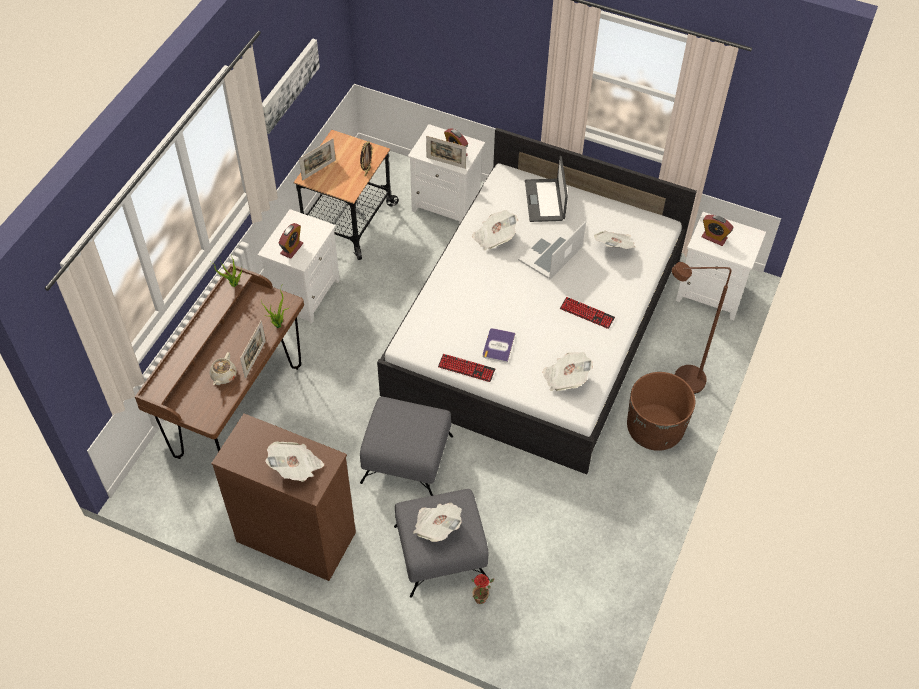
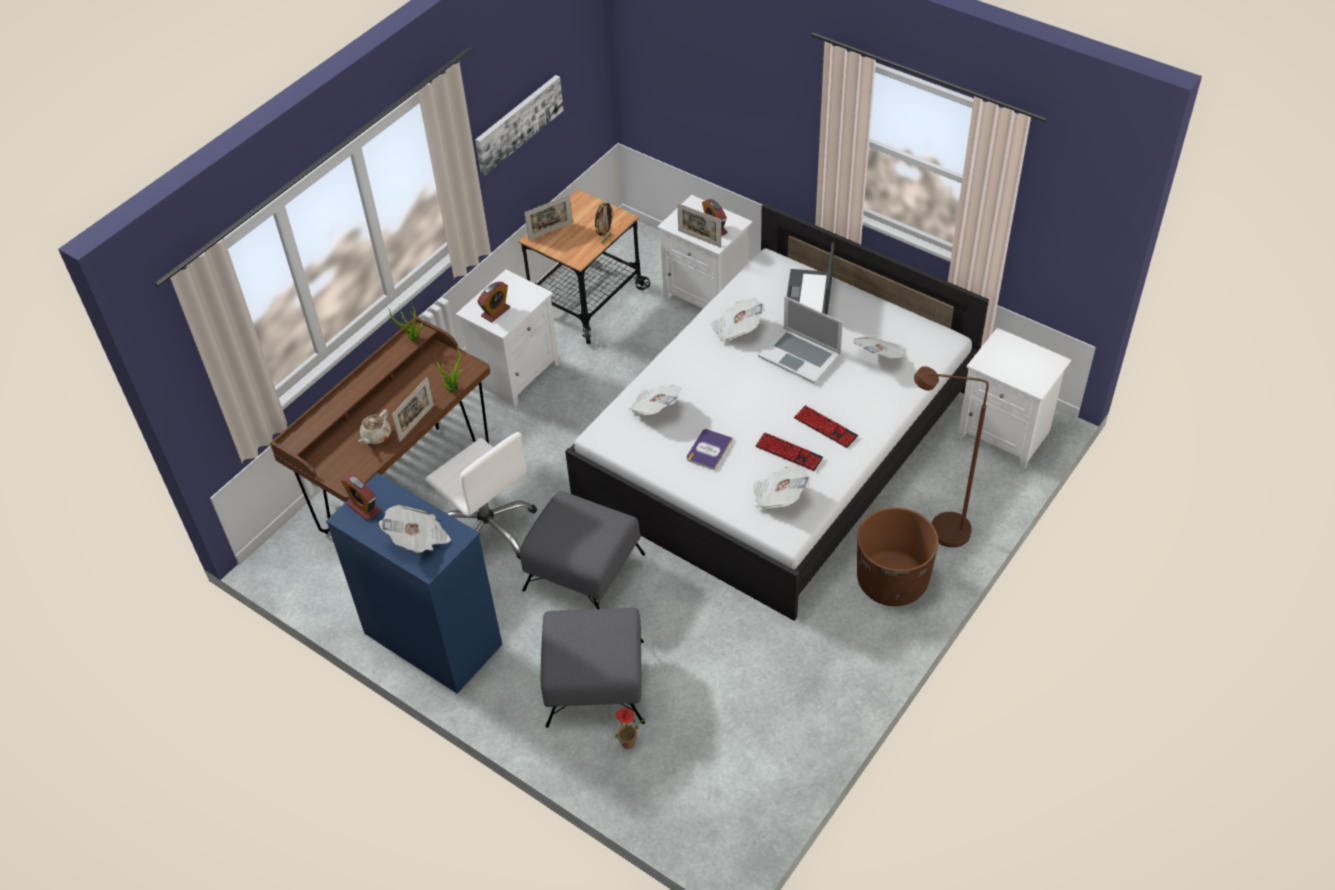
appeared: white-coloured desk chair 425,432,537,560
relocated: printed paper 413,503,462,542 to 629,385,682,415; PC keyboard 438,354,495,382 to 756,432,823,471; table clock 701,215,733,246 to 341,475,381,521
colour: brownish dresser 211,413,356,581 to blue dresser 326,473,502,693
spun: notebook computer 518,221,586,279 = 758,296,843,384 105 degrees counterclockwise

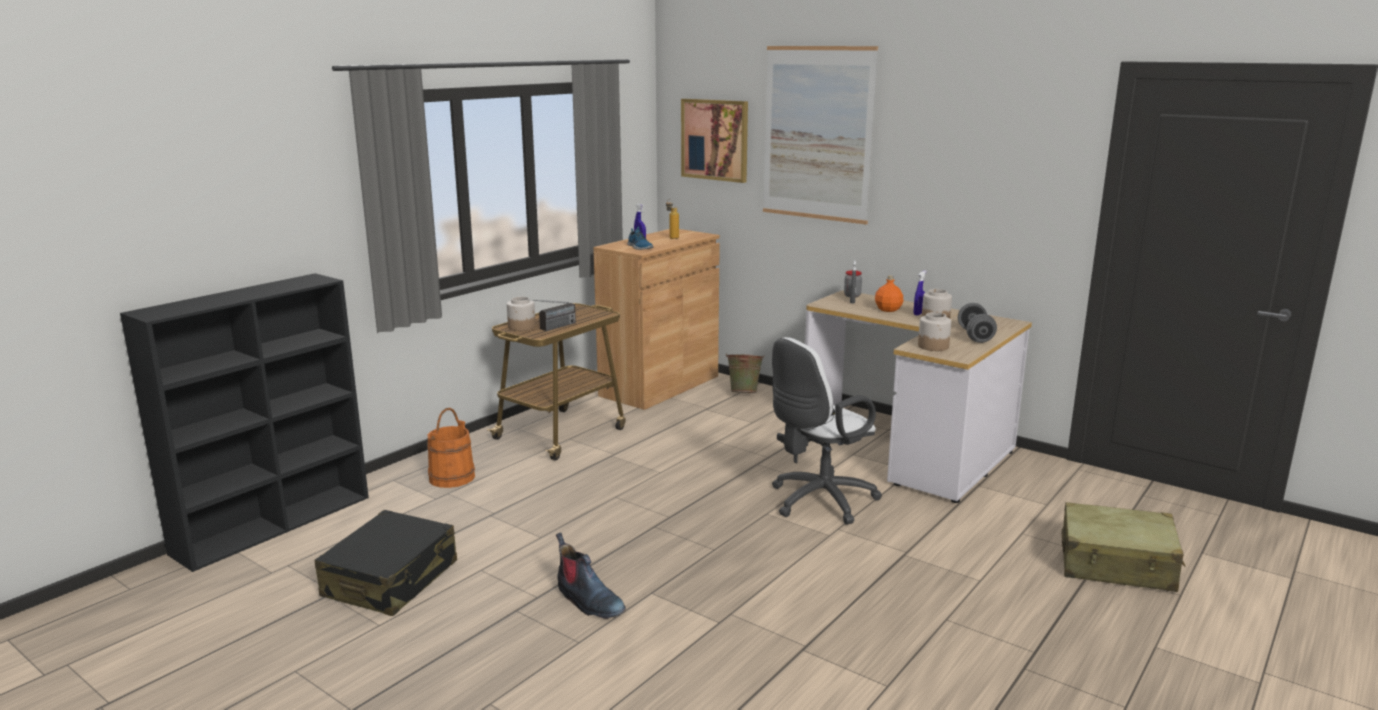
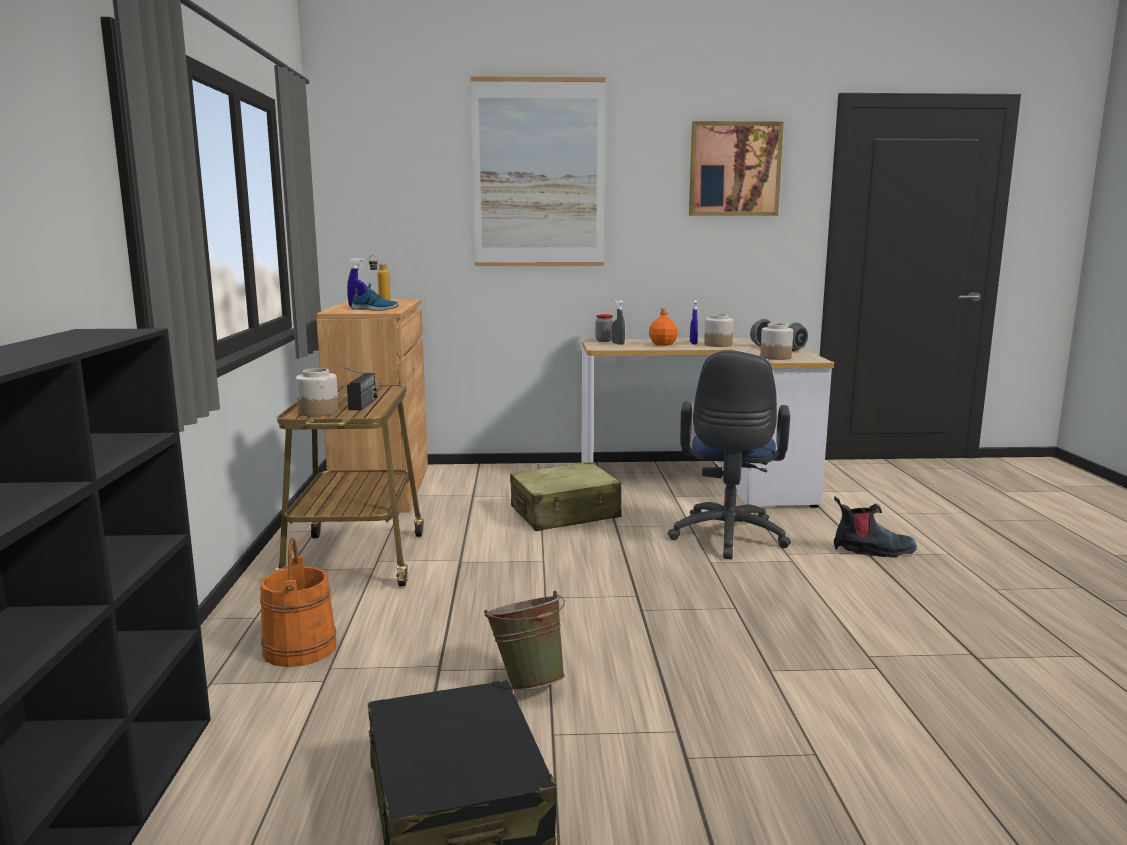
relocated: boot 556,533,626,619 to 834,496,917,557; wall art 681,99,748,183 to 689,121,784,216; green water bucket 726,353,765,393 to 484,591,565,691; beige-coloured piece of luggage 1062,502,1186,592 to 510,462,622,531
colour: white-coloured desk chair 772,337,882,525 to blue desk chair 668,350,791,559

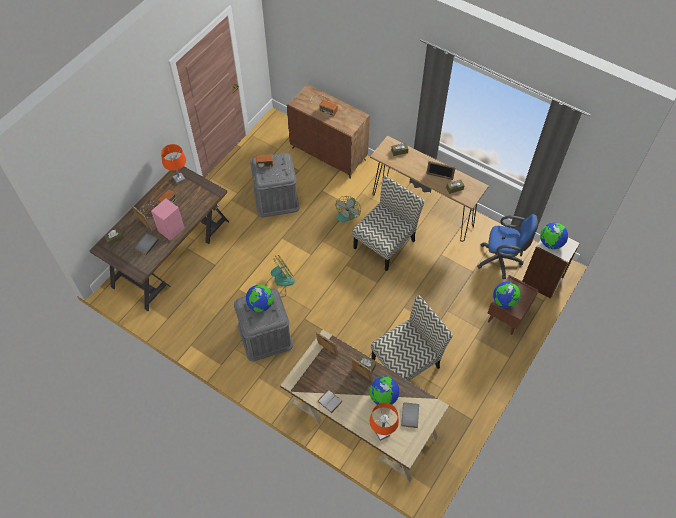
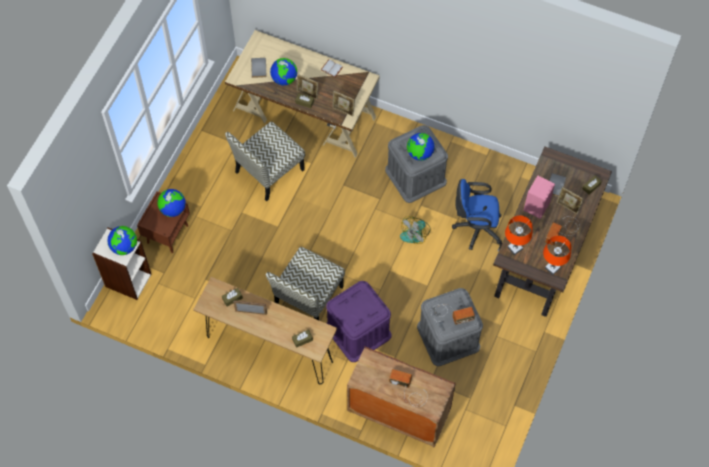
relocated: orangey tabletop lamp 370,403,399,441 to 505,215,532,255; blue desk chair 477,214,538,279 to 452,179,502,250
exchanged: fan 335,196,361,222 to purplish storage container 326,281,391,362

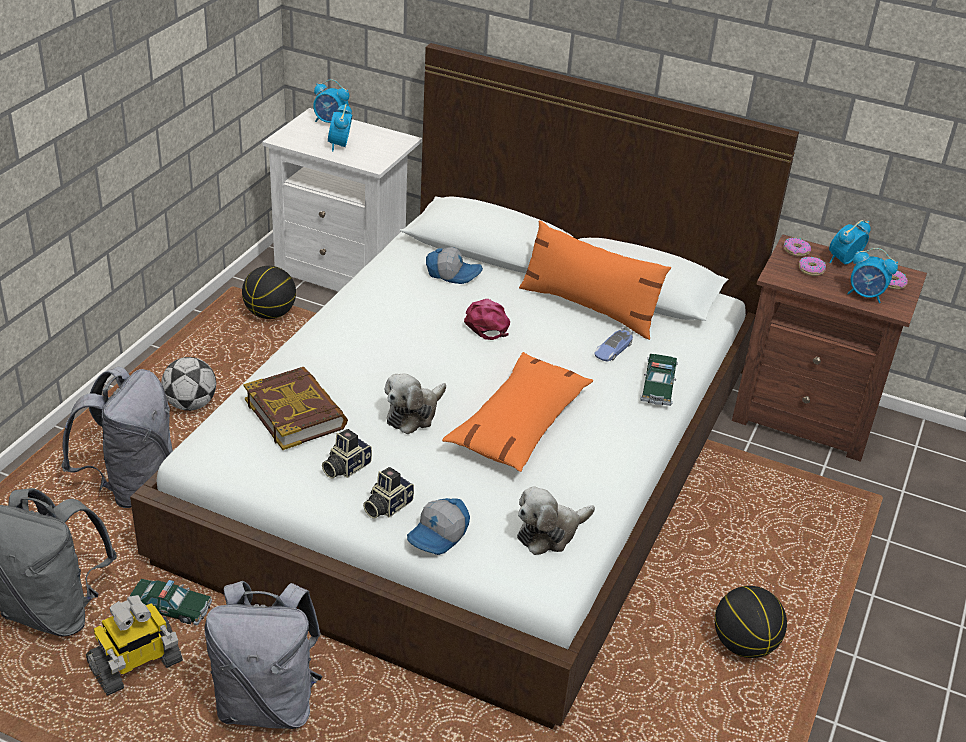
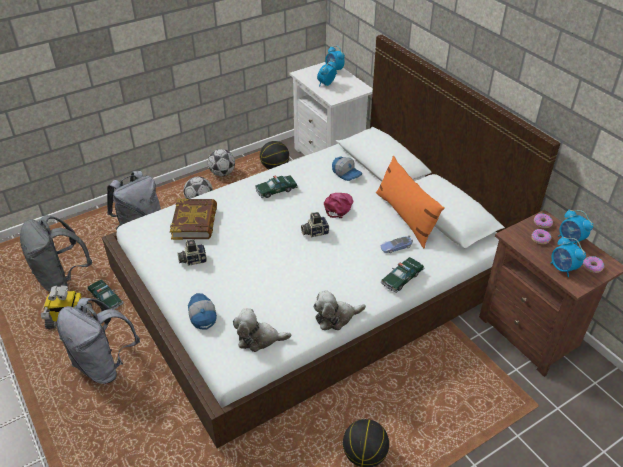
missing: orangey cushion 442,352,593,472
appeared: football ball 208,149,235,176; miniature car 255,175,298,198
relocated: photo camera 363,467,414,519 to 301,212,329,237; cuddly toy 385,373,446,434 to 313,290,366,330
spun: peaked cap 407,498,470,555 = 188,293,217,330 90 degrees clockwise; table clock 829,220,871,265 = 558,210,593,245 120 degrees counterclockwise

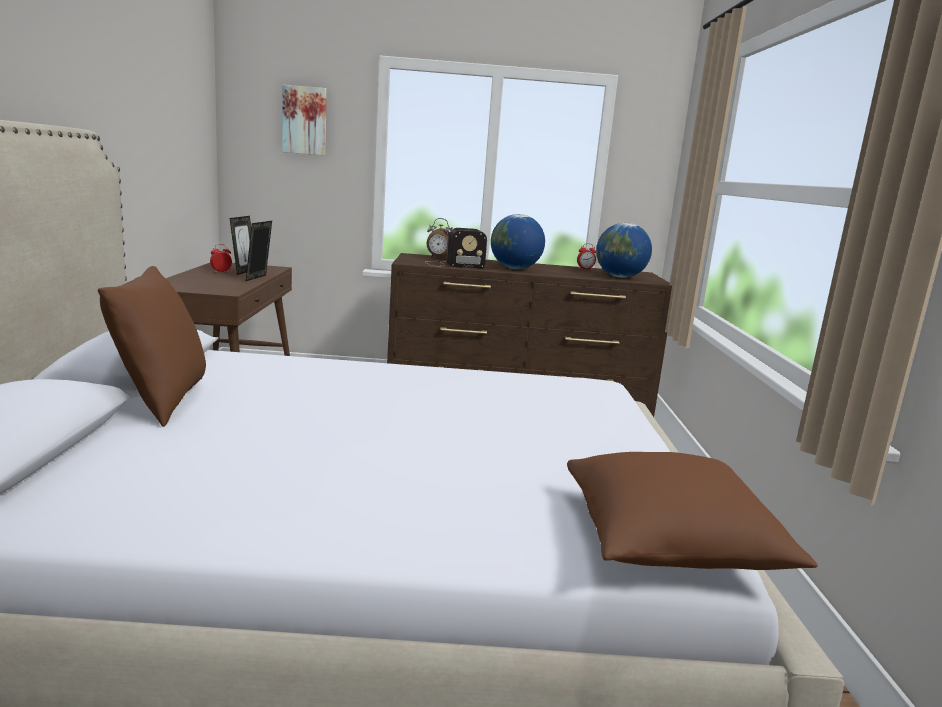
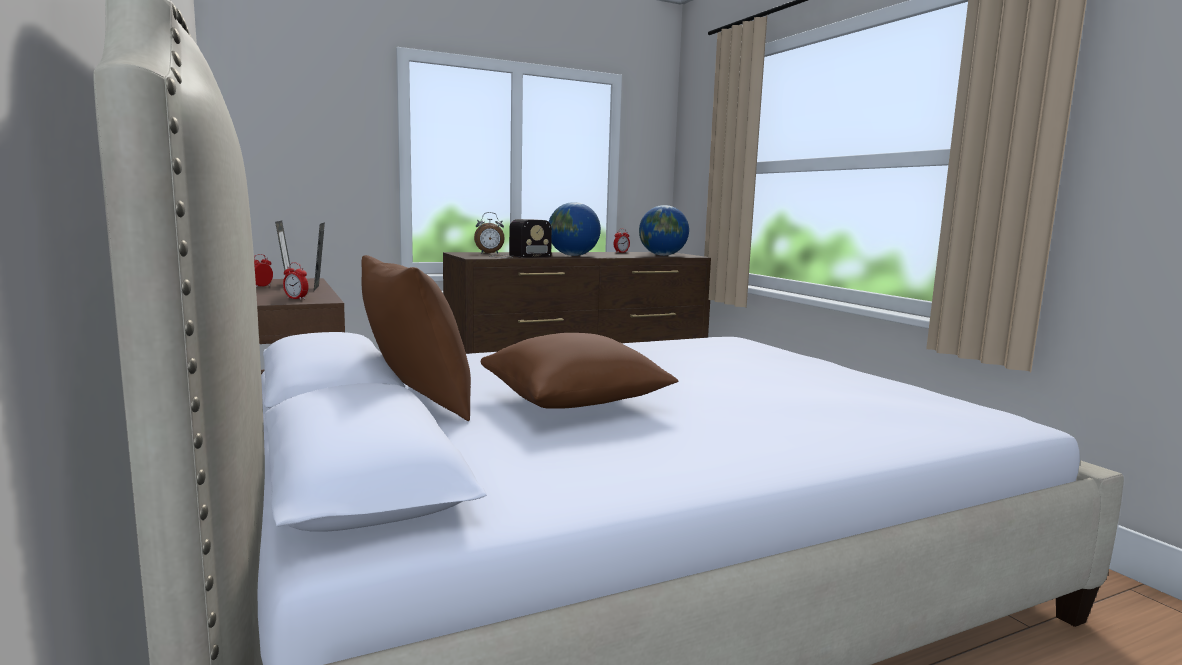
missing: wall art 282,85,327,155
appeared: table clock 283,263,308,300
relocated: brownish cushion 567,452,818,570 to 480,333,678,409

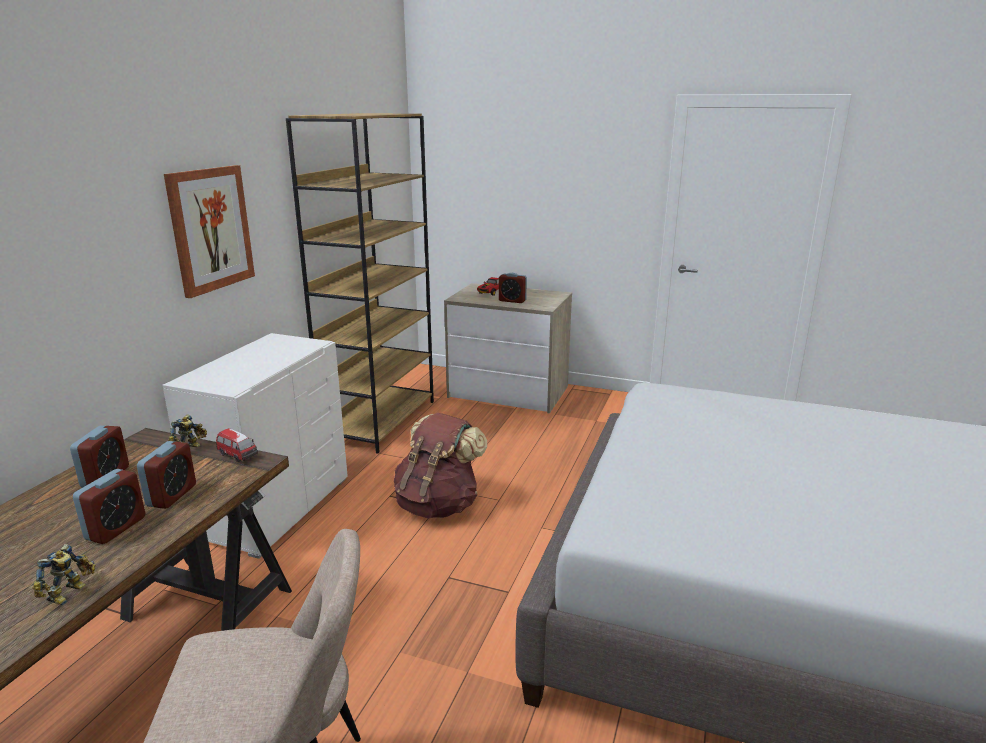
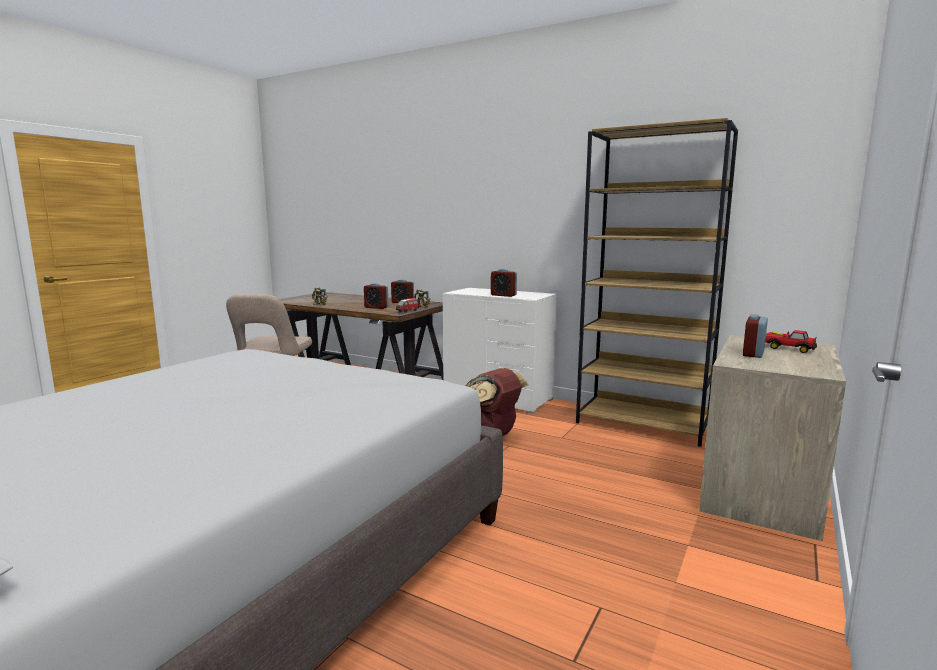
missing: wall art 164,165,255,298
relocated: table clock 73,469,145,544 to 491,269,517,297

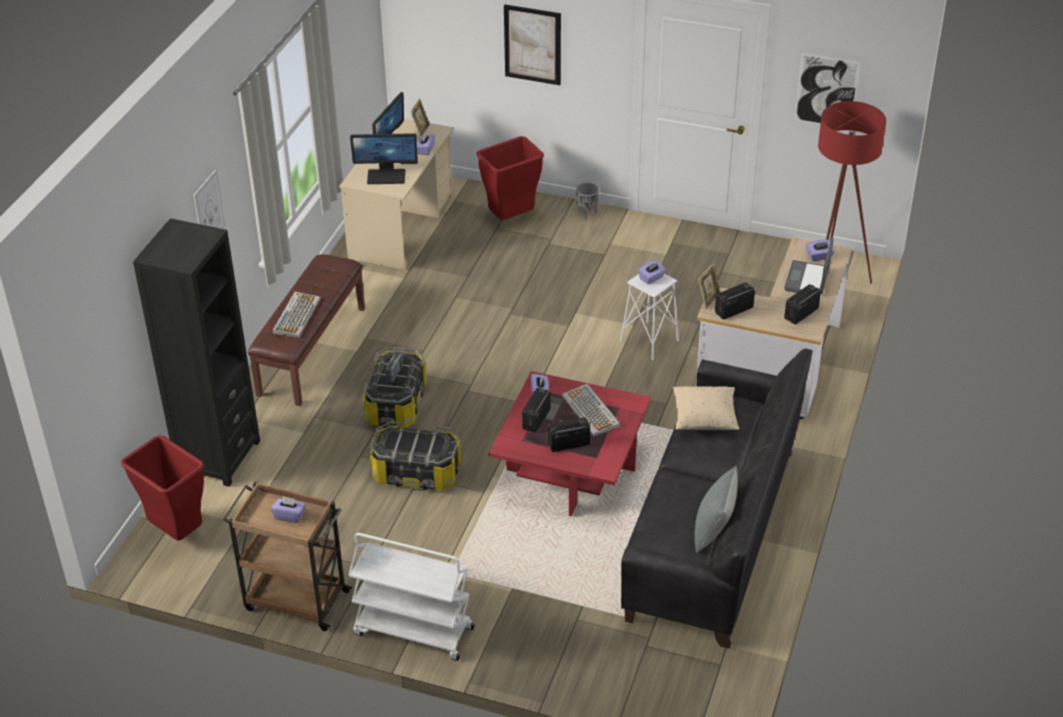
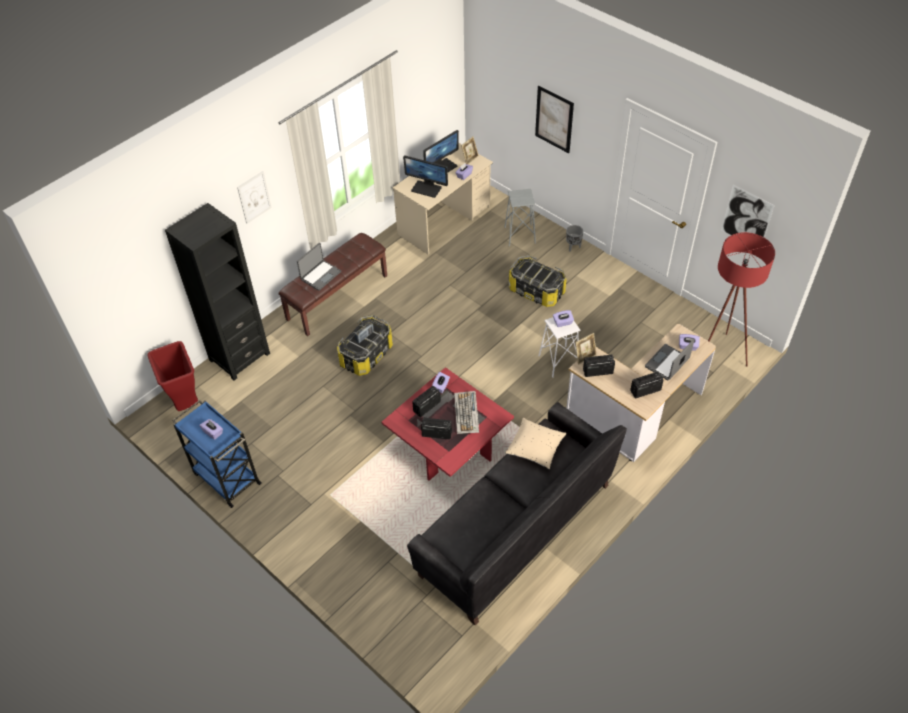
missing: white-coloured cart 349,533,475,661; gray cushion 694,466,738,553
relocated: storage container 370,421,461,490 to 509,255,567,307
exchanged: PC keyboard 272,292,321,338 to notebook computer 297,243,341,291; reddish trash can 477,136,544,220 to gray sitting stool 504,189,536,246
colour: brownish cart 223,482,352,631 to blue cart 172,400,262,508

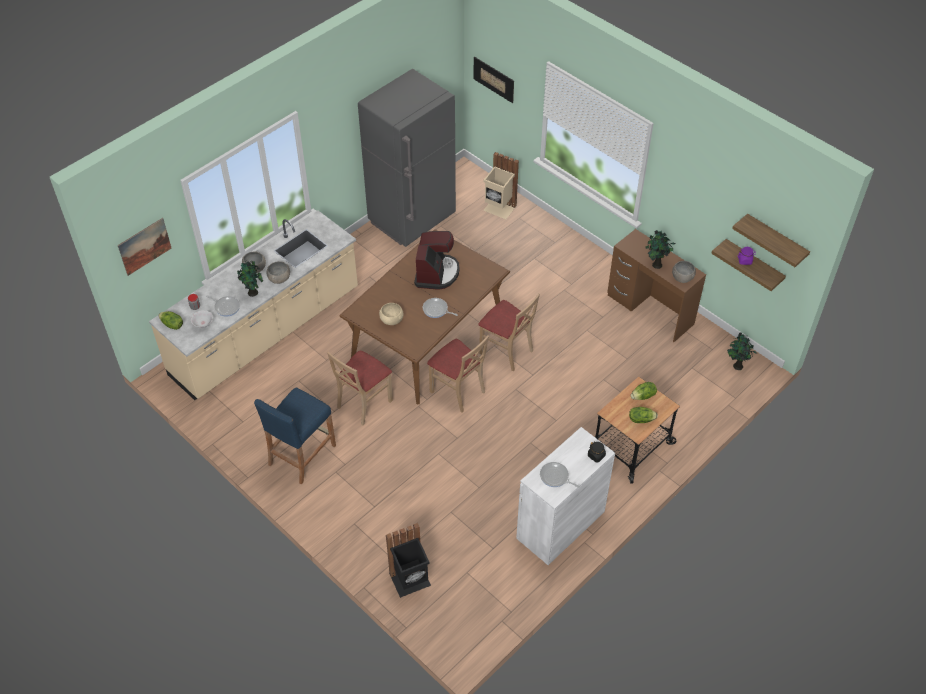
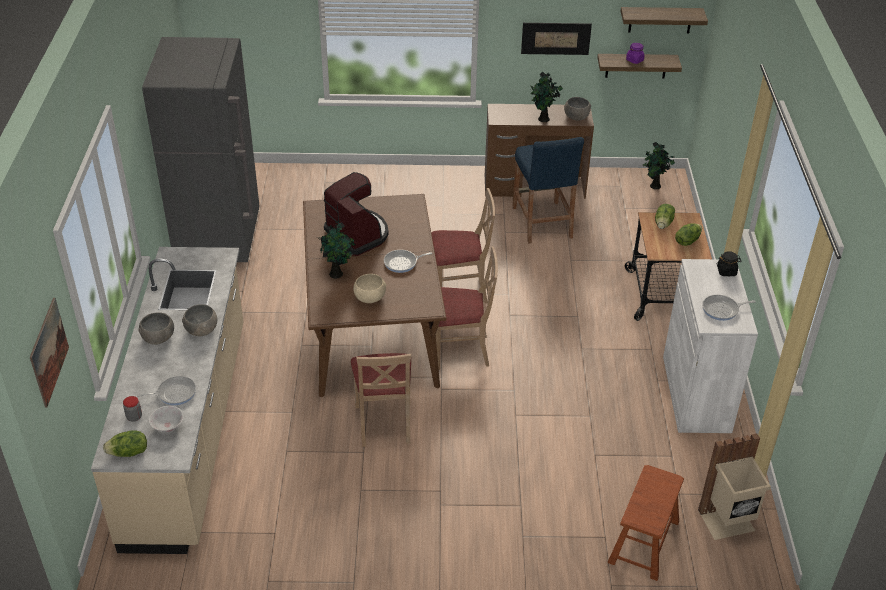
relocated: houseplant 237,261,263,297 to 320,221,356,278; blue sitting stool 254,387,336,484 to 512,137,584,244; wall art 474,57,514,103 to 521,23,592,55; beige-coloured trash can 483,152,519,219 to 698,434,771,540
exchanged: black-coloured trash can 386,523,431,598 to brownish sitting stool 608,465,684,581

